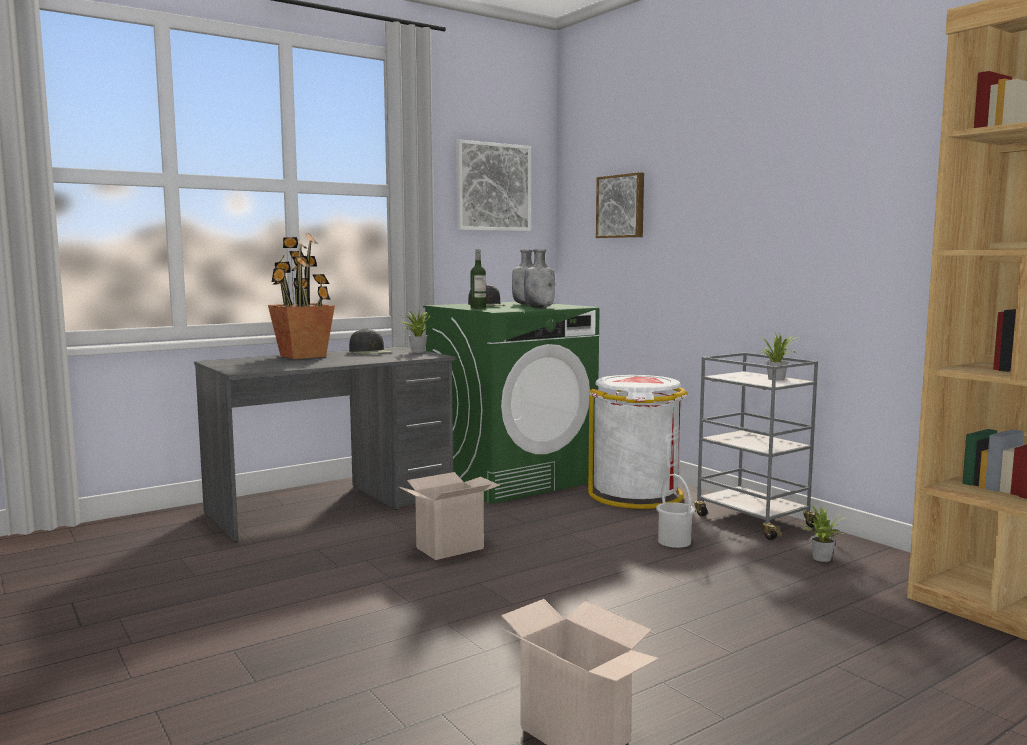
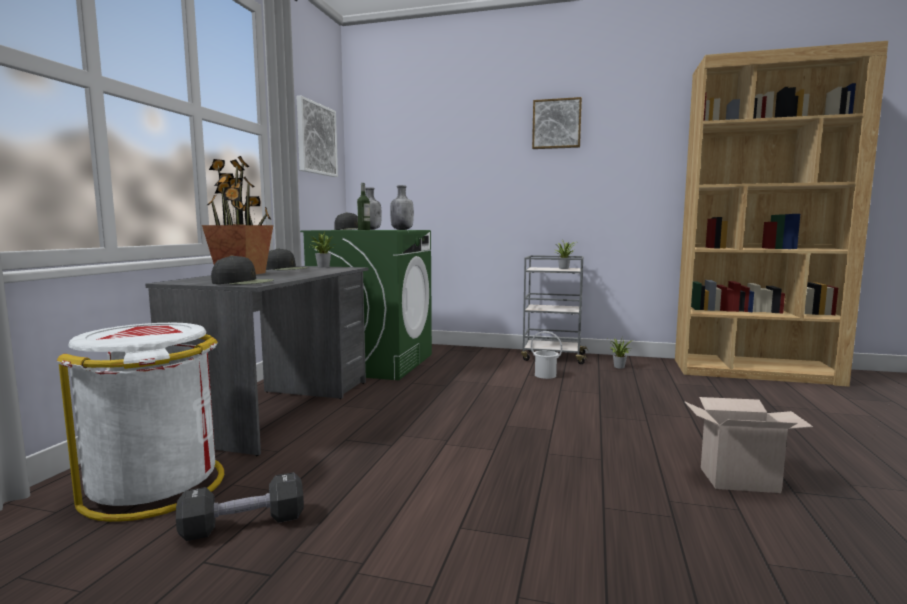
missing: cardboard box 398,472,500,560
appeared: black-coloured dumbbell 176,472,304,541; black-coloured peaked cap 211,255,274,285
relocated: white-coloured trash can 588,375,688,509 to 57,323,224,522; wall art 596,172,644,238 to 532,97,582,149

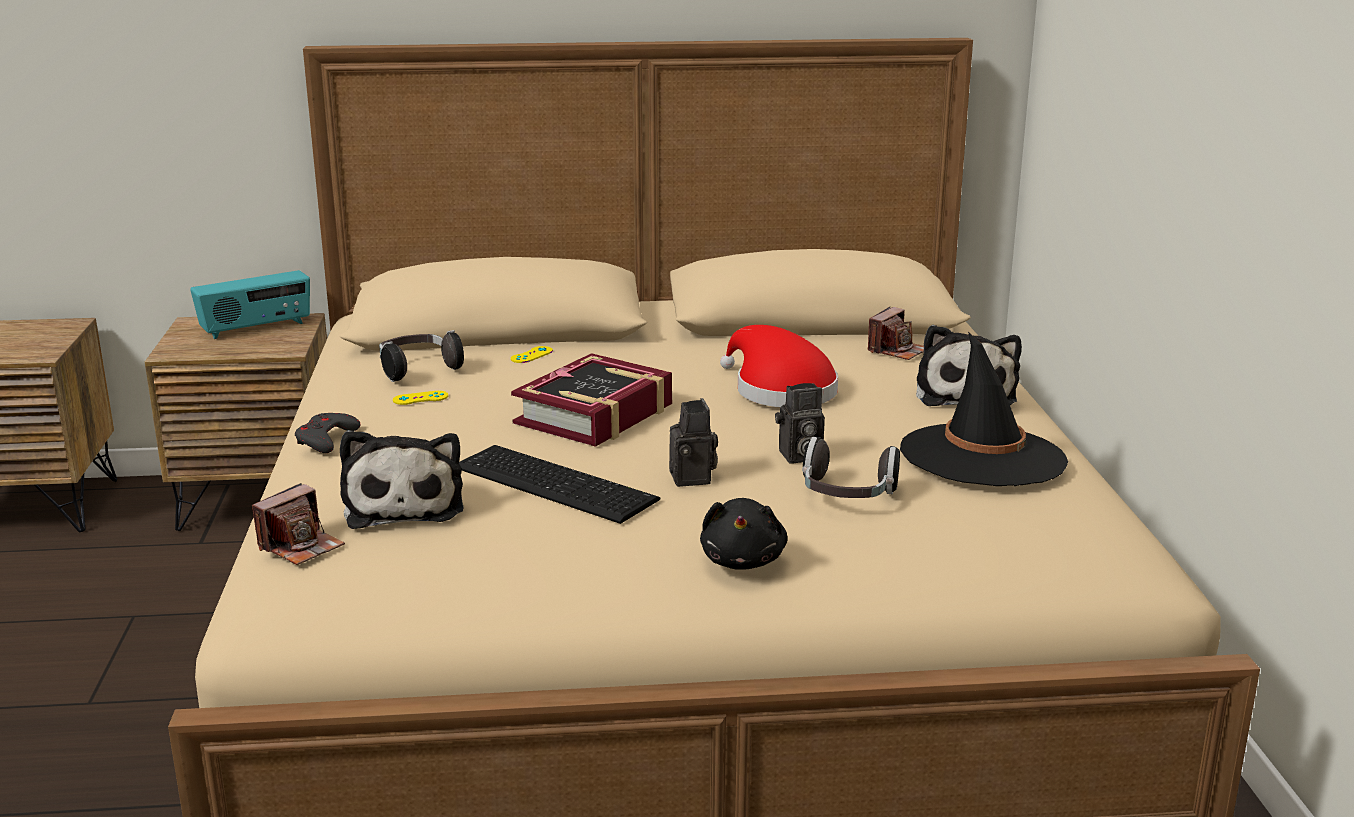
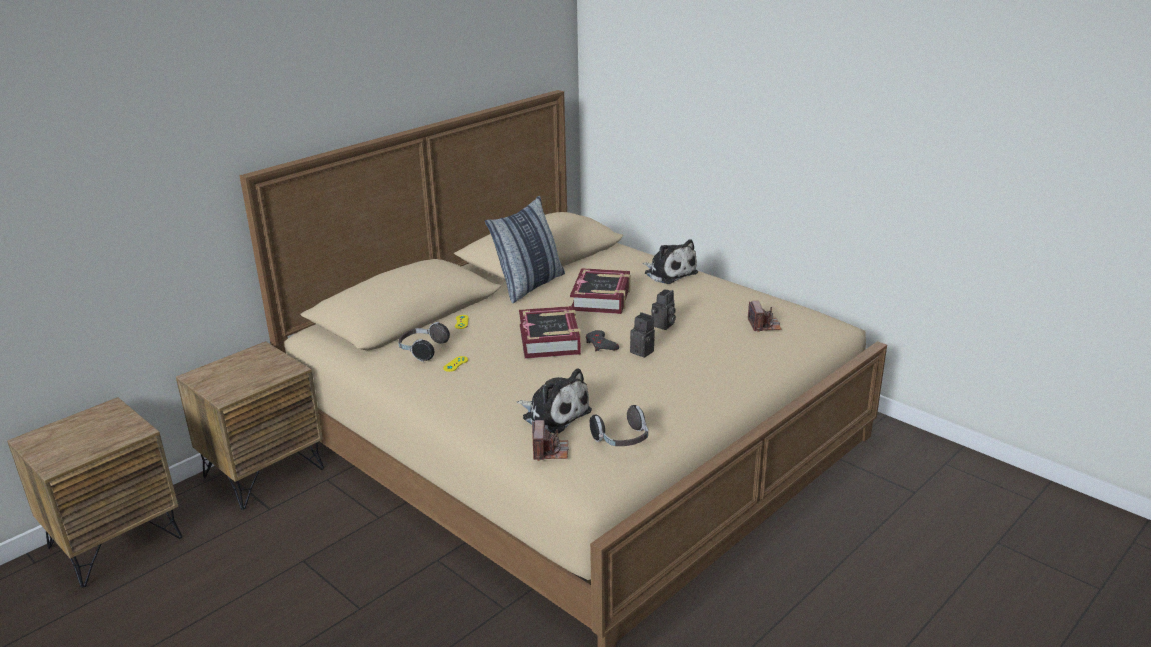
missing: radio receiver 190,270,310,339; PC keyboard 459,445,660,524; black-coloured cuddly toy 700,498,788,570; black-coloured hat 900,332,1068,486
appeared: cushion 485,196,565,303
relocated: gray gamepad 295,413,361,453 to 586,330,619,351; headset 802,437,900,498 to 590,405,648,446; photo camera 868,307,924,360 to 748,301,782,332
exchanged: reddish hat 720,325,838,407 to volume 570,268,630,314

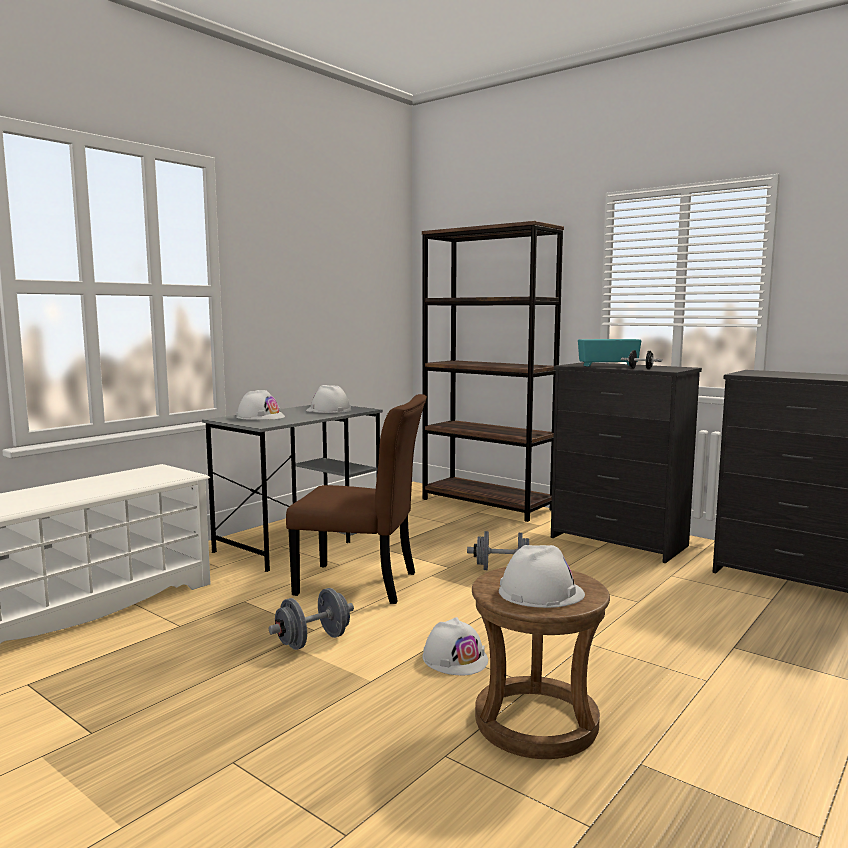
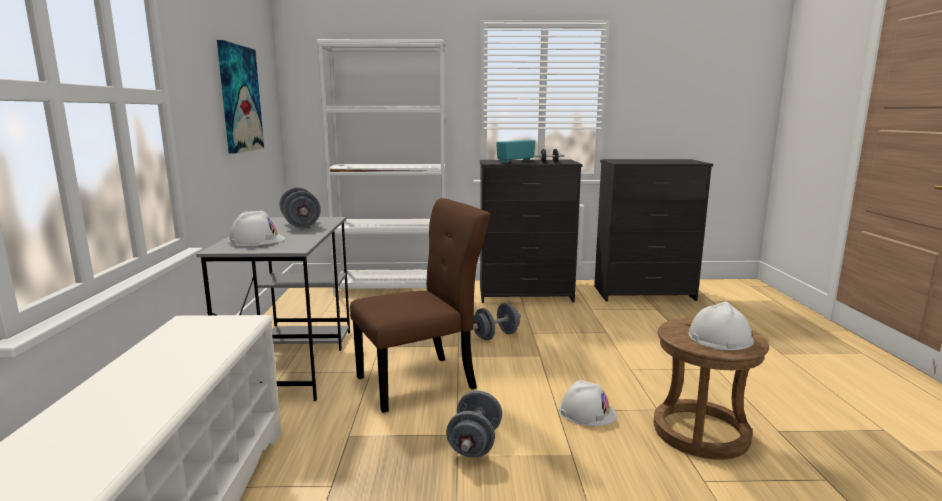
appeared: wall art 217,40,264,153
exchanged: white-coloured hard hat 306,385,351,413 to gray dumbbell 279,187,321,228
colour: brownish bookcase 422,221,564,522 to white-coloured bookcase 317,39,446,296

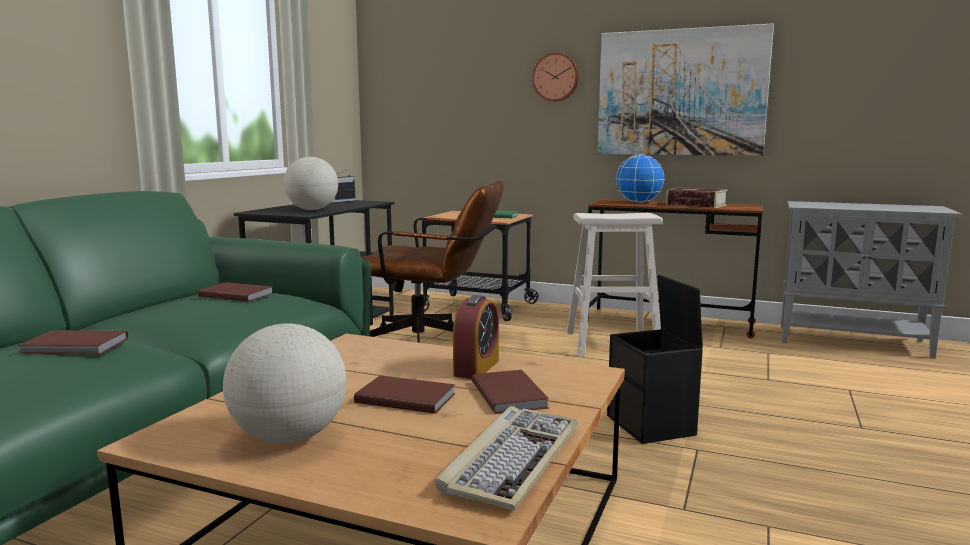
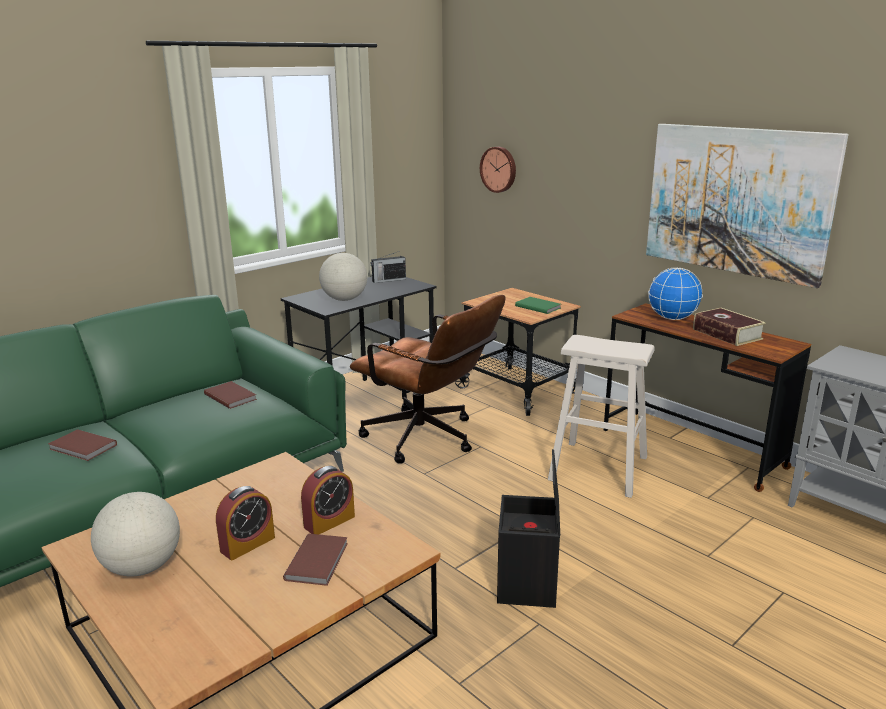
missing: PC keyboard 435,406,578,511
relocated: hanging clock 532,52,579,102 to 480,147,516,193
exchanged: brownish volume 354,375,456,414 to table clock 216,486,275,560

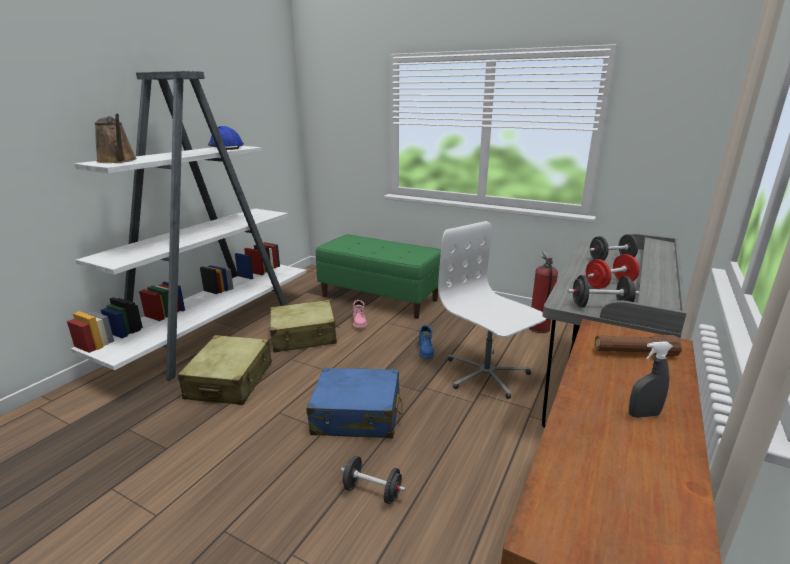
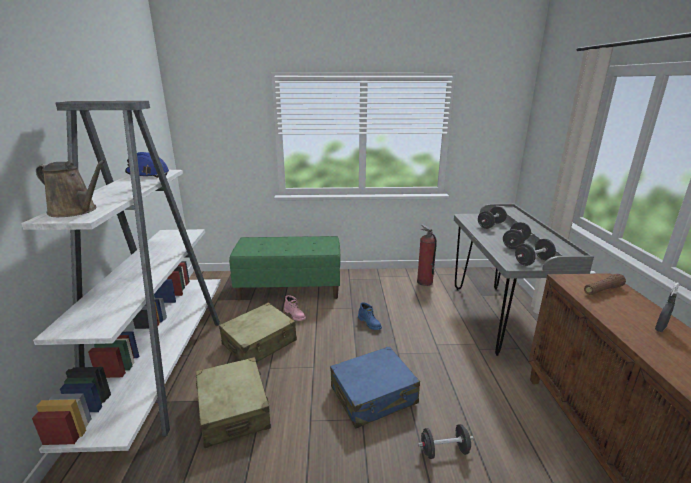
missing: white-coloured desk chair 438,221,547,399
colour: reddish dumbbell 586,254,639,289 to black-coloured dumbbell 503,222,531,249

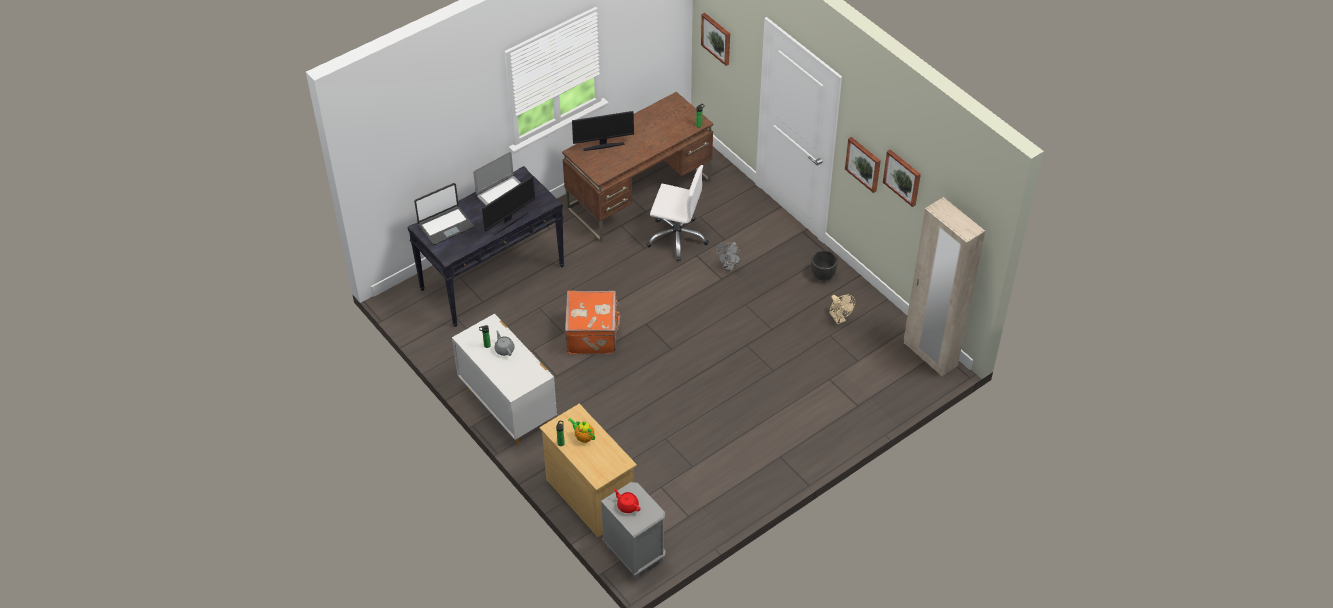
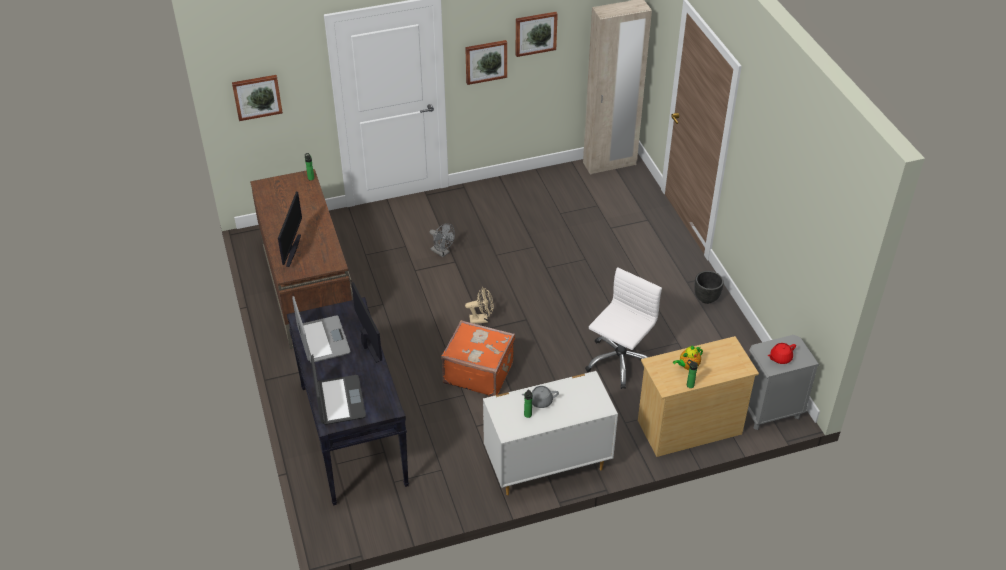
relocated: white-coloured desk chair 646,165,709,261 to 585,267,662,389; black-coloured plant pot 811,250,838,281 to 694,271,724,304; beige-coloured fan 829,295,855,324 to 465,287,494,324

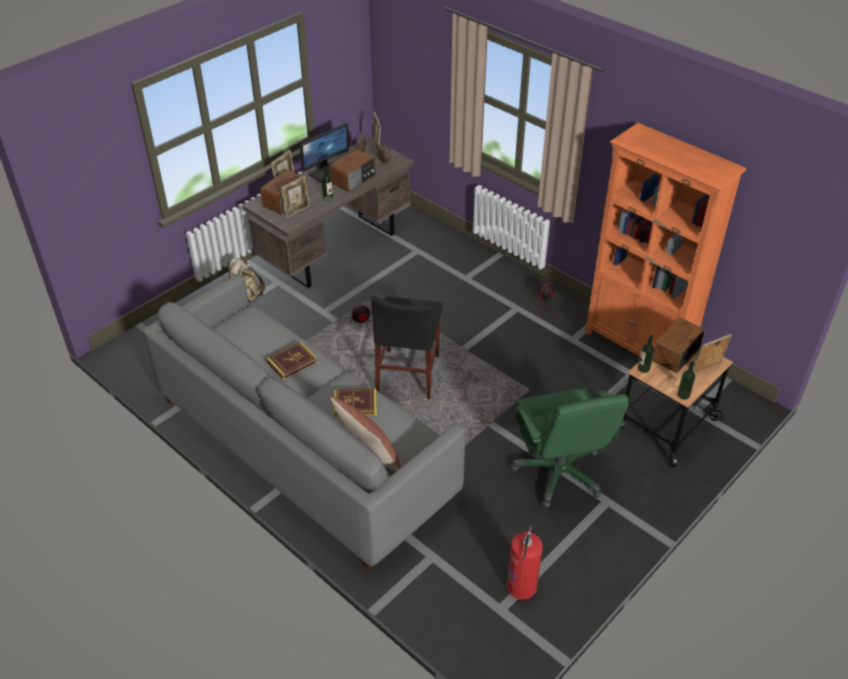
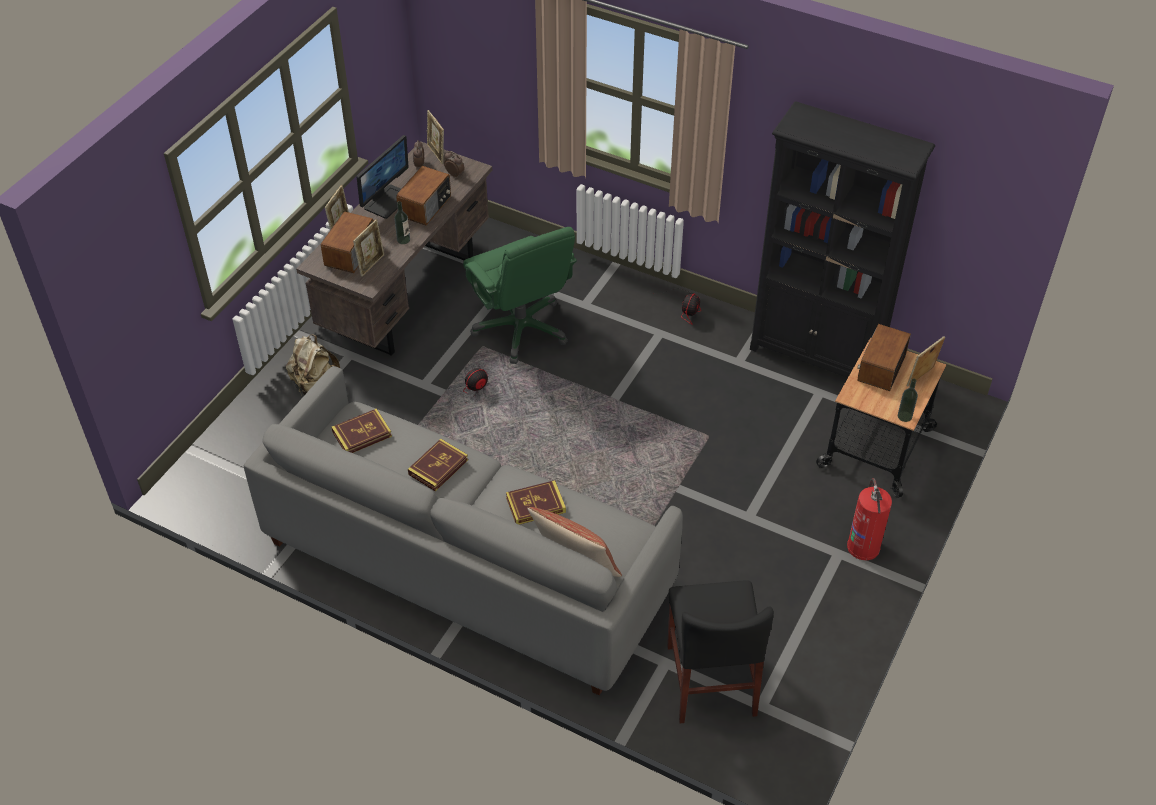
missing: bottle 638,335,654,373
appeared: volume 331,408,392,453
relocated: black-coloured chair 371,296,442,399 to 667,580,774,723; fire-fighting cylinder 507,524,543,600 to 847,478,892,560; green desk chair 511,388,629,508 to 463,227,577,364
colour: orangey bookcase 585,123,746,356 to black-coloured bookcase 750,101,935,378

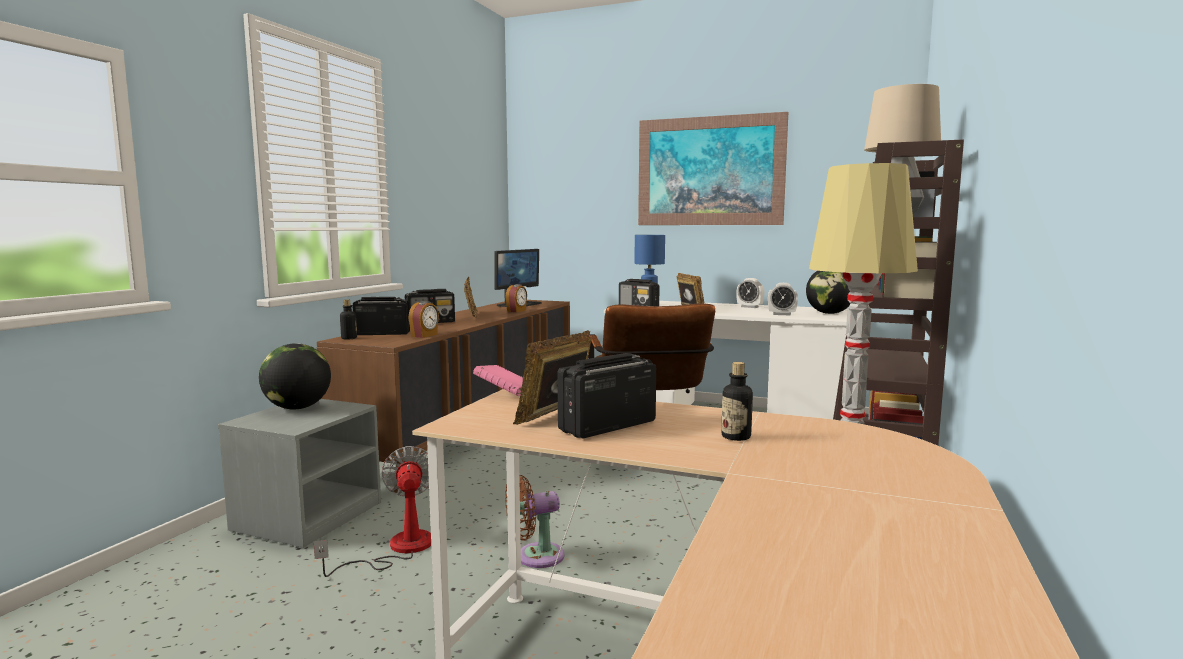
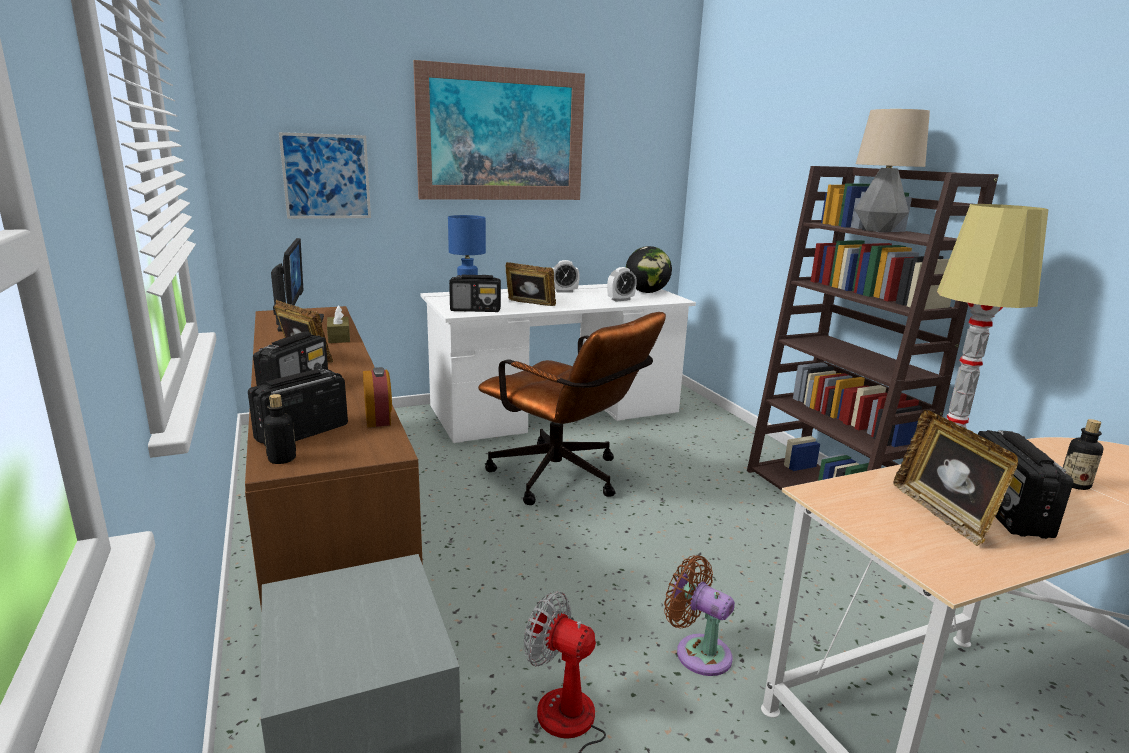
missing: desk globe 259,343,331,409; pinkish volume 473,365,523,396
appeared: wall art 279,132,371,219
exchanged: table clock 506,284,527,312 to brownish box of tissues 327,305,350,343
spun: brownish fan 505,475,565,568 = 664,555,735,676 105 degrees clockwise

